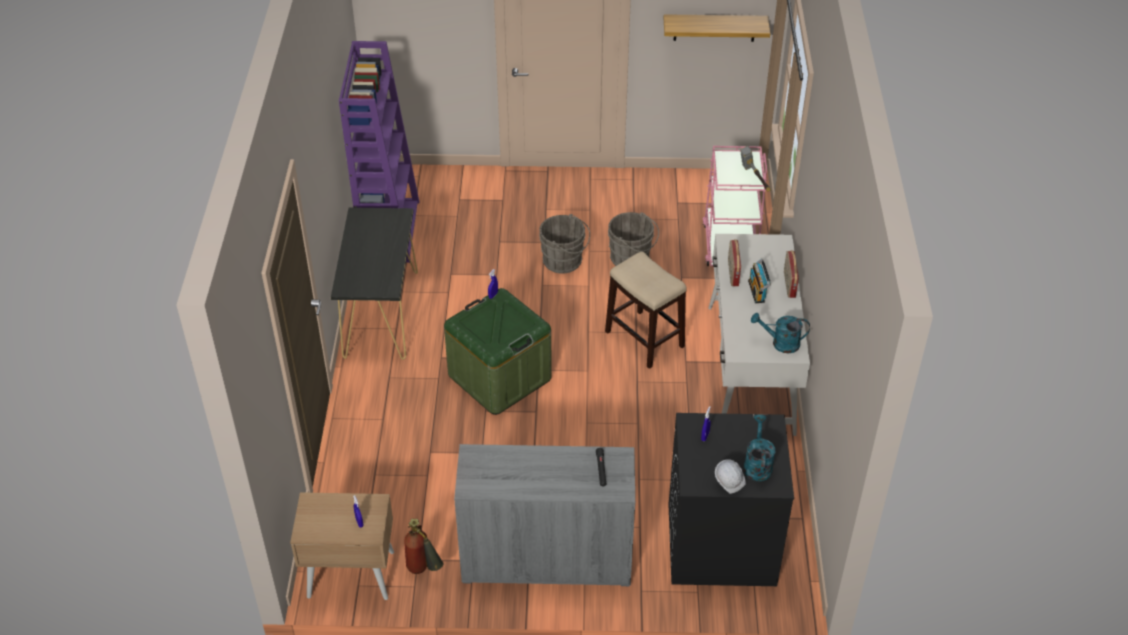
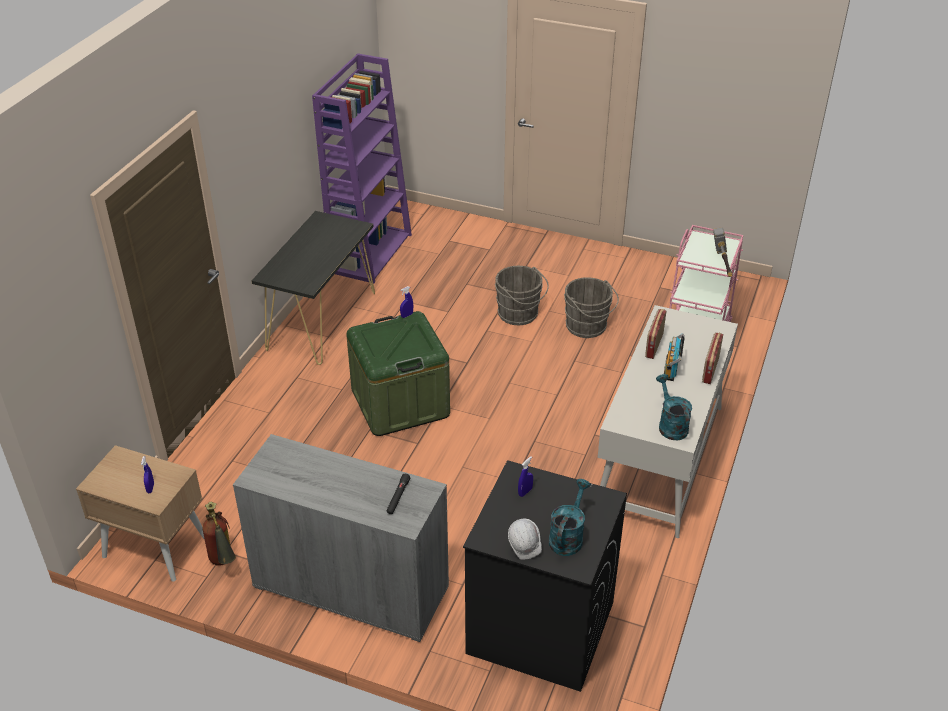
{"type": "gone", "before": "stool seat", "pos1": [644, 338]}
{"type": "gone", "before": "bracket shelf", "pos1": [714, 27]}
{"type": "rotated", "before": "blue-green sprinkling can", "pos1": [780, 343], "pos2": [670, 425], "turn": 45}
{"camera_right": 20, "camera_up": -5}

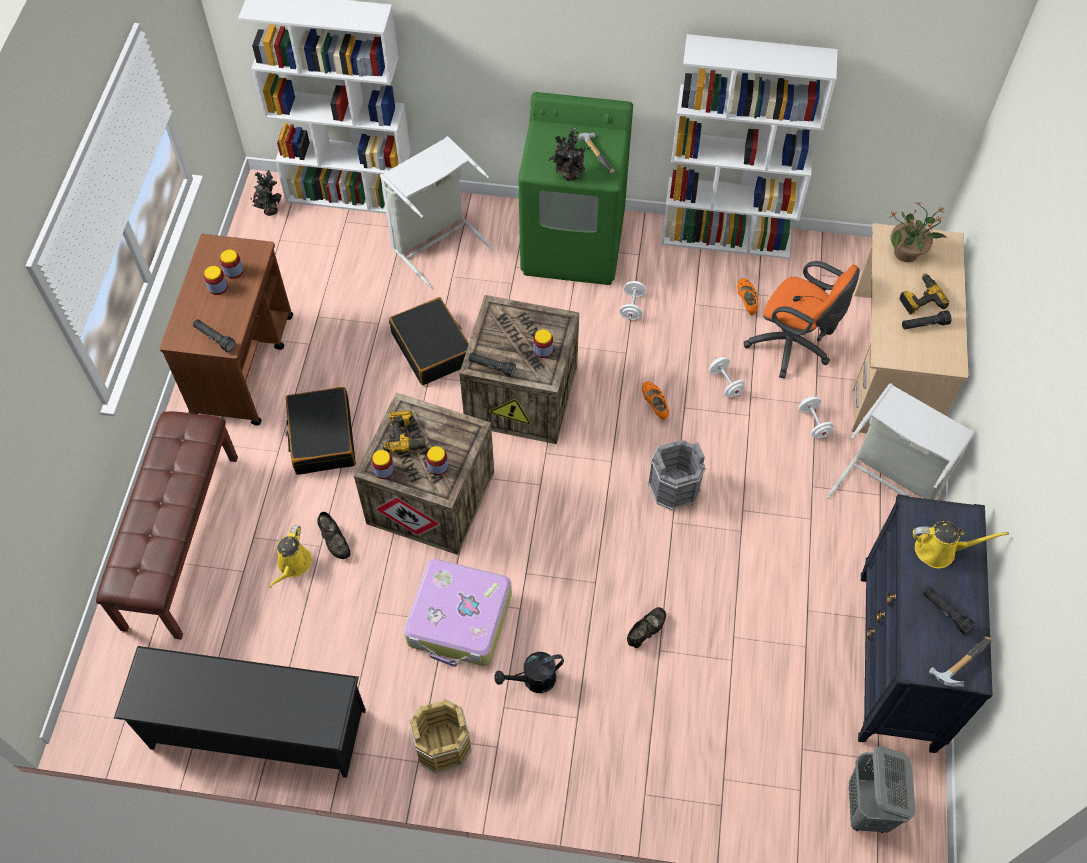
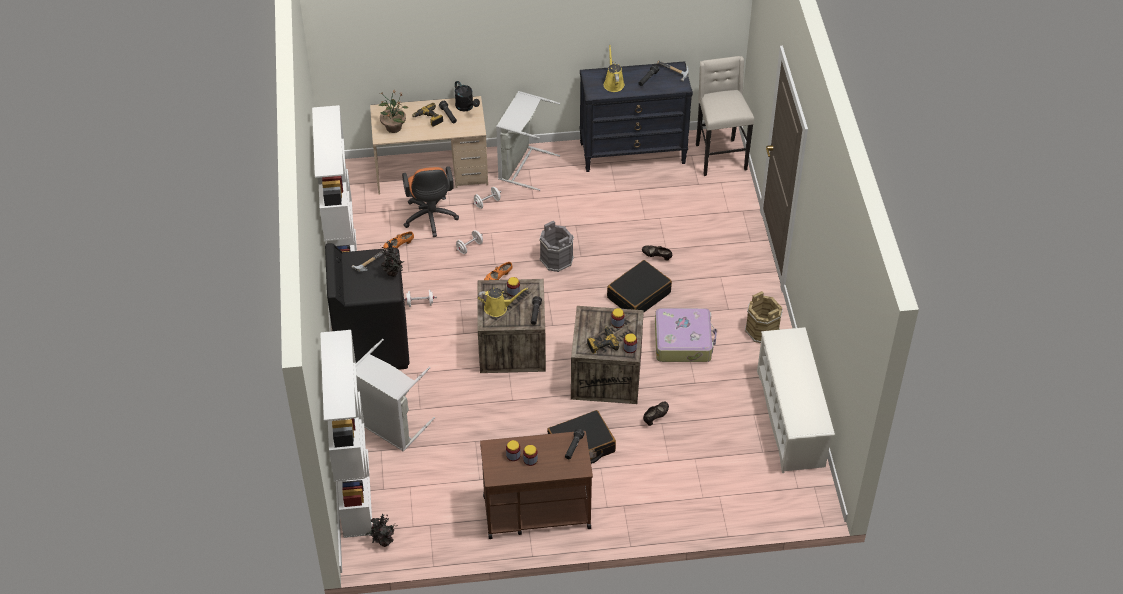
{"type": "gone", "before": "brown-coloured bench", "pos1": [180, 540]}
{"type": "repainted", "before": "black-coloured shoe rack", "after": "white shoe rack", "pos1": [256, 729], "pos2": [791, 419]}
{"type": "shifted", "before": "yellowish sprinkling can", "pos1": [293, 565], "pos2": [498, 308]}
{"type": "shifted", "before": "black-coloured suitcase", "pos1": [432, 348], "pos2": [638, 295]}
{"type": "shifted", "before": "black-coloured sprinkling can", "pos1": [533, 680], "pos2": [466, 107]}
{"type": "repainted", "before": "greenish laundry machine", "after": "black-coloured laundry machine", "pos1": [573, 245], "pos2": [372, 345]}
{"type": "rotated", "before": "orange computer chair", "pos1": [792, 347], "pos2": [430, 219], "turn": 150}
{"type": "swapped", "before": "gray washing basket", "after": "beige-coloured stool seat", "pos1": [867, 809], "pos2": [719, 157]}
{"camera_right": -105, "camera_up": -10}

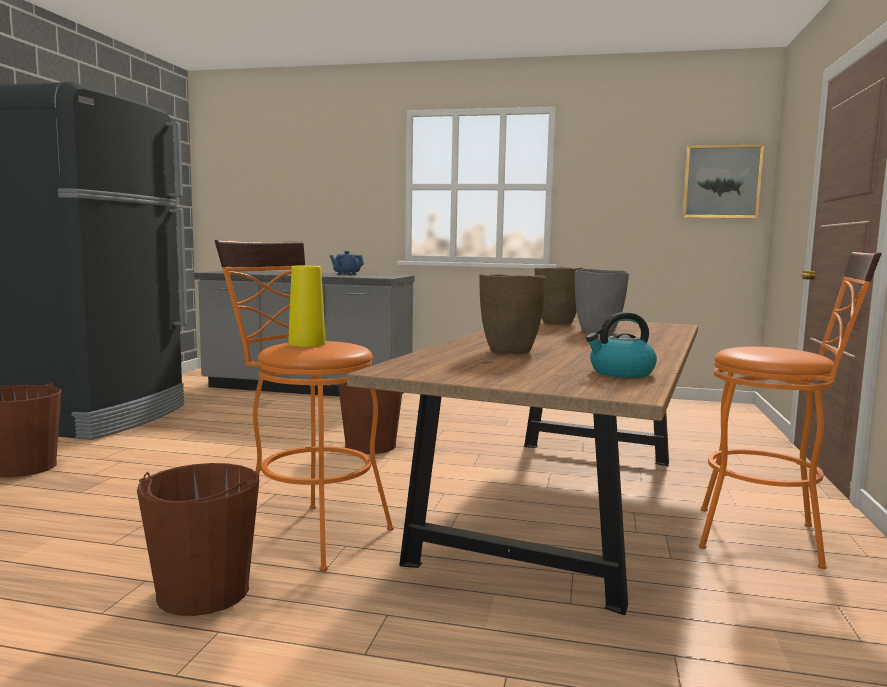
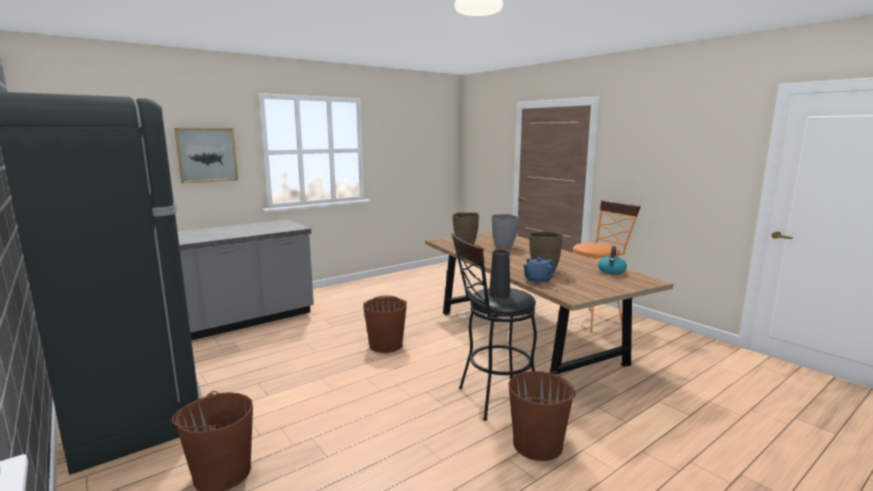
{"type": "repainted", "before": "orange stool seat", "after": "black-coloured stool seat", "pos1": [307, 532], "pos2": [492, 399]}
{"type": "repainted", "before": "yellowish decorative vase", "after": "black-coloured decorative vase", "pos1": [307, 344], "pos2": [499, 294]}
{"type": "shifted", "before": "blue-coloured tea pot", "pos1": [346, 274], "pos2": [538, 281]}
{"type": "shifted", "before": "picture", "pos1": [721, 182], "pos2": [207, 155]}
{"camera_right": -50, "camera_up": 5}

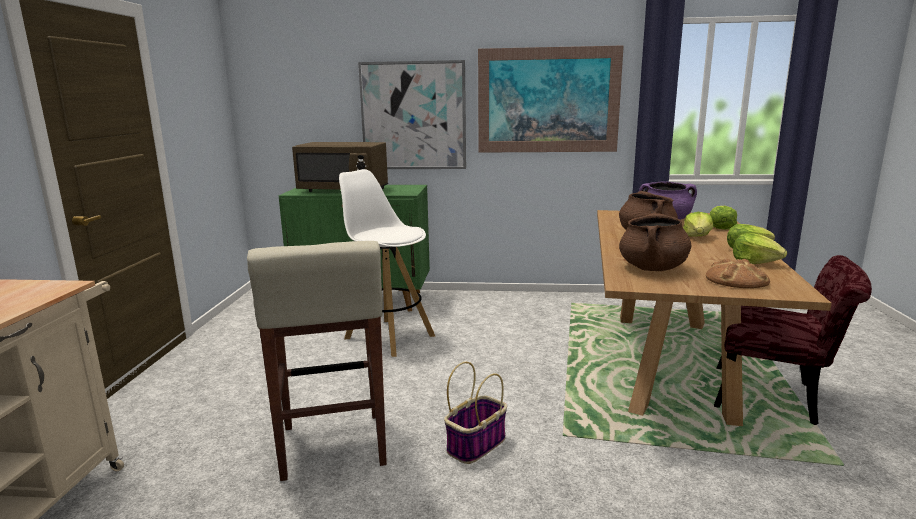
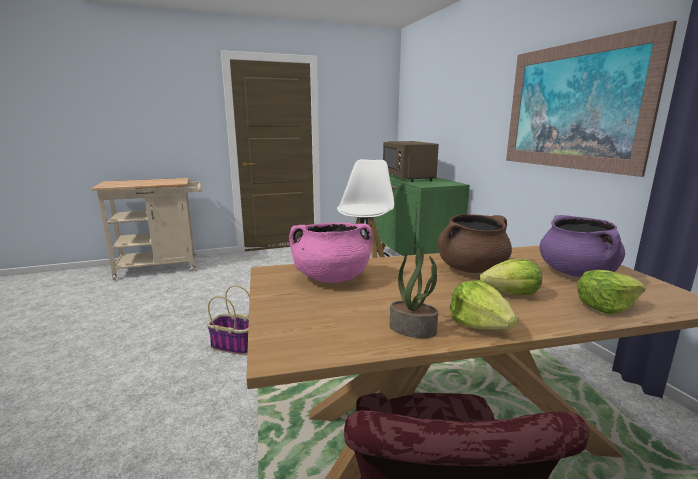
{"type": "gone", "before": "beige-coloured stool seat", "pos1": [333, 447]}
{"type": "gone", "before": "picture", "pos1": [413, 116]}
{"type": "repainted", "before": "brown-coloured stockpot", "after": "pink-coloured stockpot", "pos1": [652, 268], "pos2": [331, 278]}
{"type": "gone", "before": "bread", "pos1": [736, 280]}
{"type": "swapped", "before": "head of lettuce", "after": "houseplant", "pos1": [755, 262], "pos2": [413, 329]}
{"camera_right": 65, "camera_up": 0}

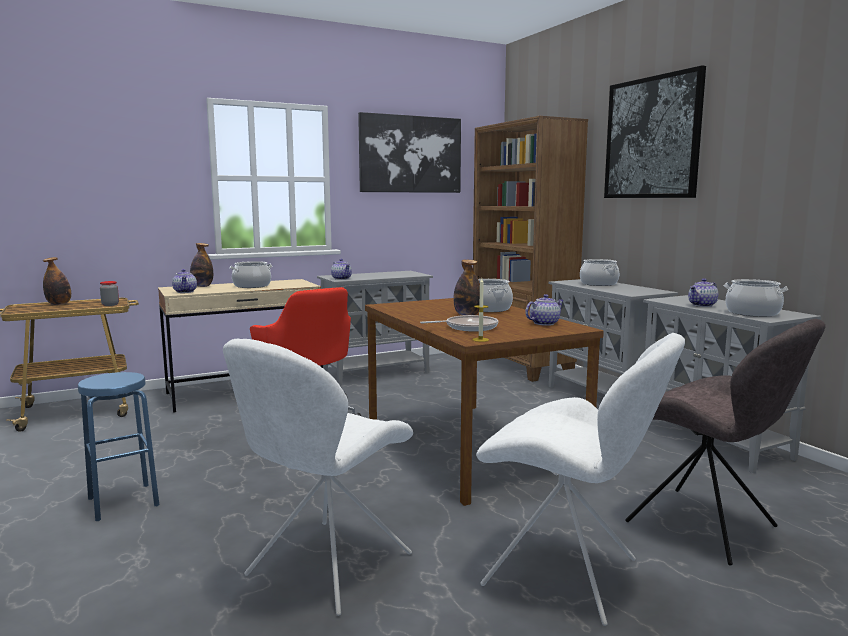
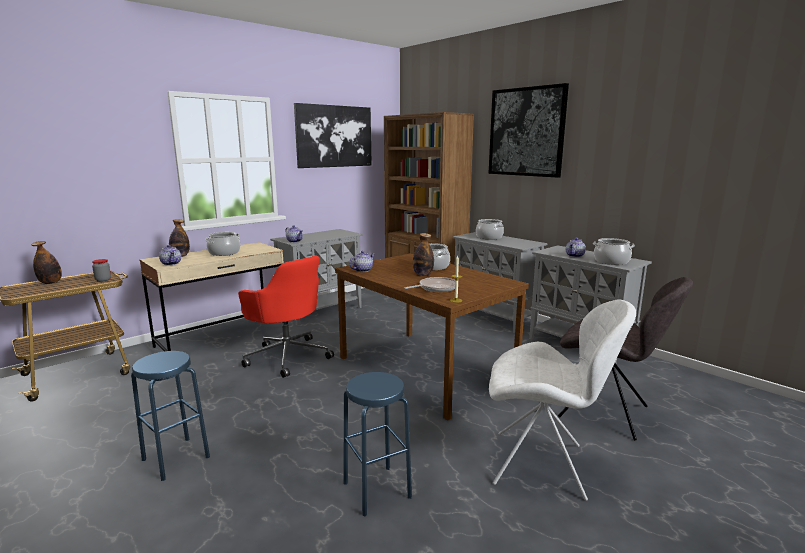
{"type": "swapped", "before": "white chair", "after": "blue-coloured stool seat", "pos1": [325, 567], "pos2": [376, 490]}
{"type": "shifted", "before": "tea pot", "pos1": [544, 323], "pos2": [362, 270]}
{"camera_right": -15, "camera_up": 5}

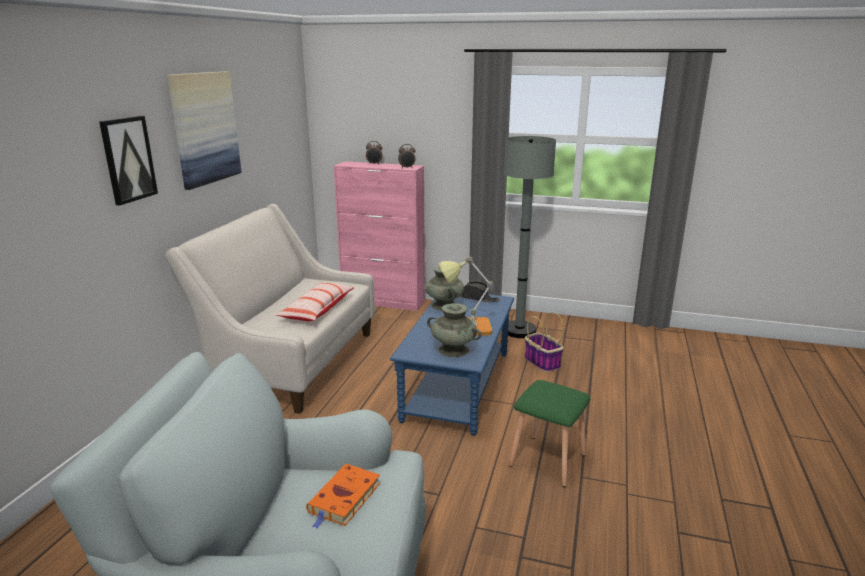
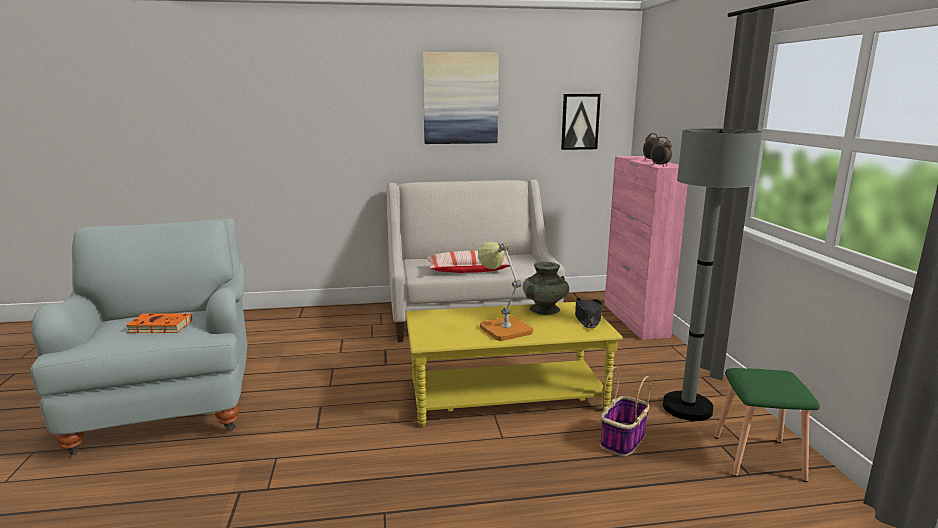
{"type": "shifted", "before": "picture", "pos1": [128, 159], "pos2": [580, 121]}
{"type": "repainted", "before": "blue-coloured low table", "after": "yellowish low table", "pos1": [457, 386], "pos2": [507, 397]}
{"type": "gone", "before": "blue-green decorative vase", "pos1": [453, 350]}
{"type": "shifted", "before": "greenish stool seat", "pos1": [546, 460], "pos2": [756, 457]}
{"camera_right": 65, "camera_up": -5}

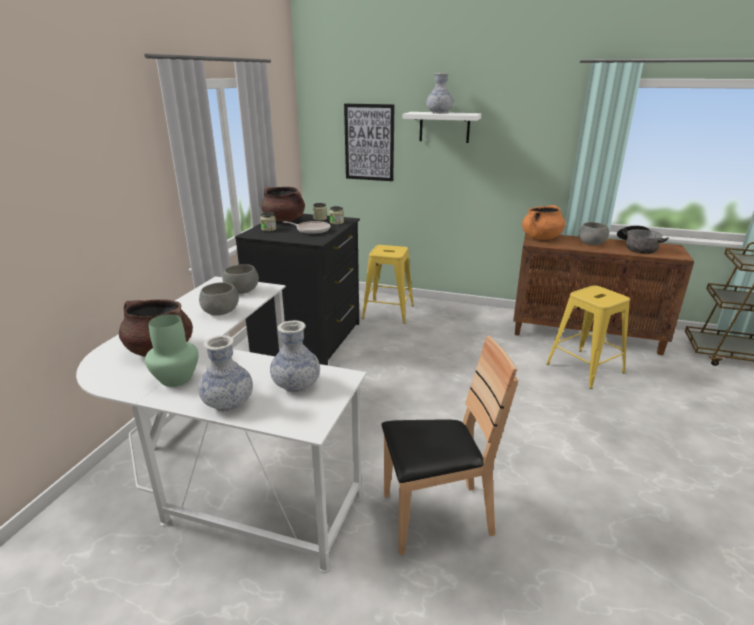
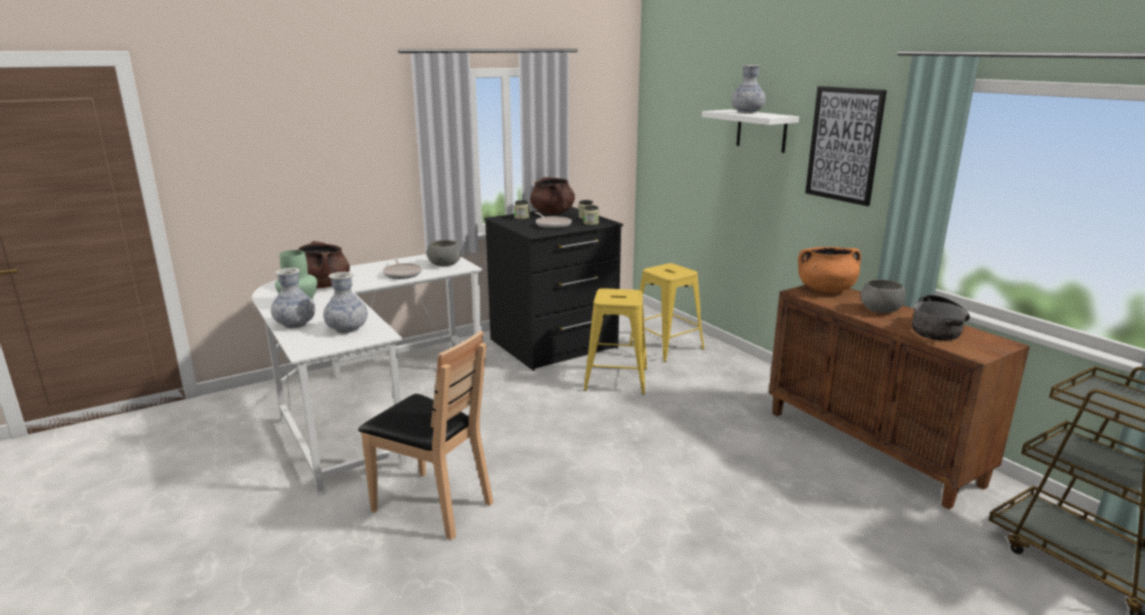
{"type": "swapped", "before": "gray bowl", "after": "pan", "pos1": [220, 311], "pos2": [402, 273]}
{"type": "shifted", "before": "picture", "pos1": [369, 142], "pos2": [844, 145]}
{"type": "shifted", "before": "yellowish stool seat", "pos1": [585, 368], "pos2": [616, 379]}
{"camera_right": 40, "camera_up": -5}

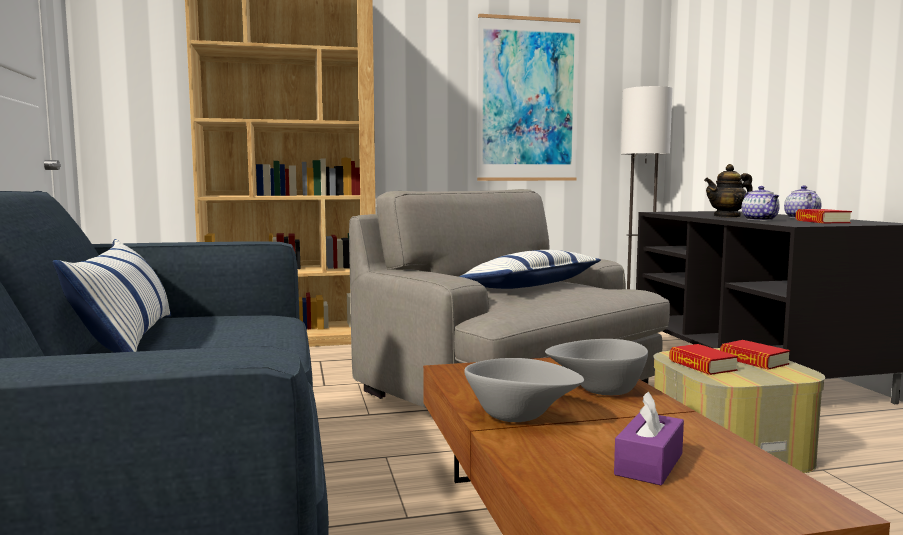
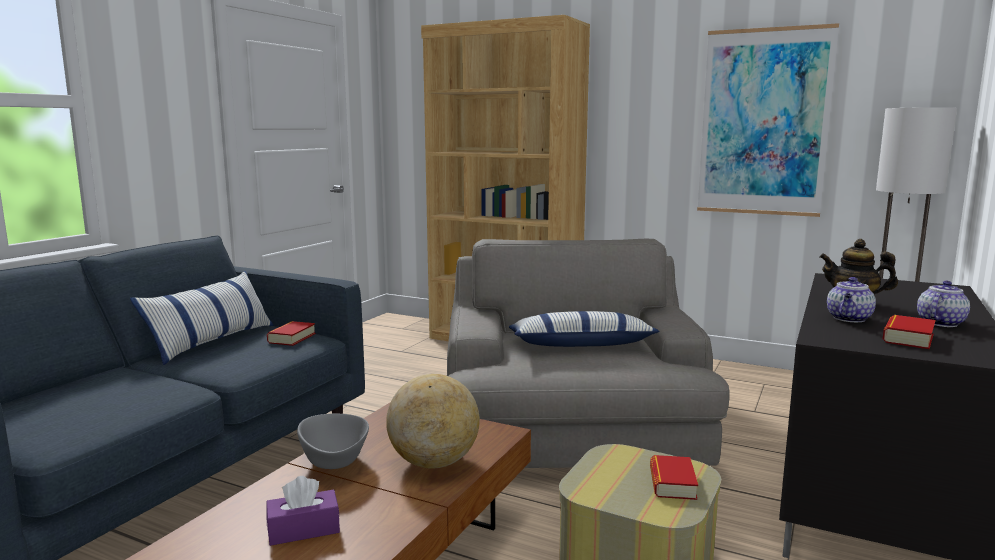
{"type": "swapped", "before": "gray bowl", "after": "world globe", "pos1": [598, 390], "pos2": [434, 463]}
{"type": "shifted", "before": "book", "pos1": [702, 365], "pos2": [292, 338]}
{"camera_right": 40, "camera_up": 5}

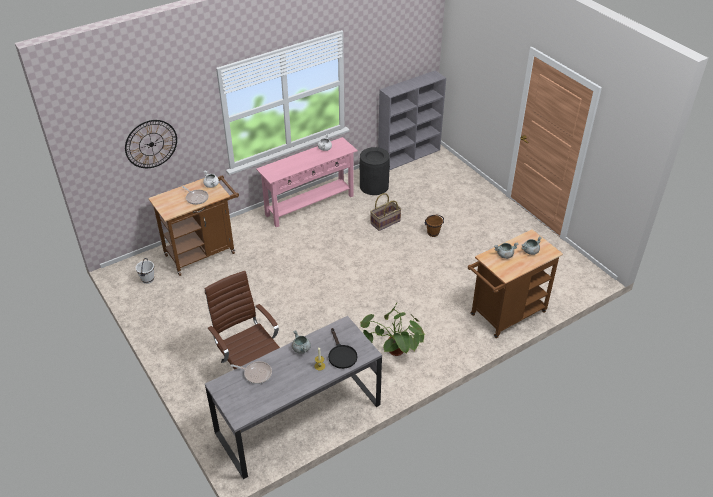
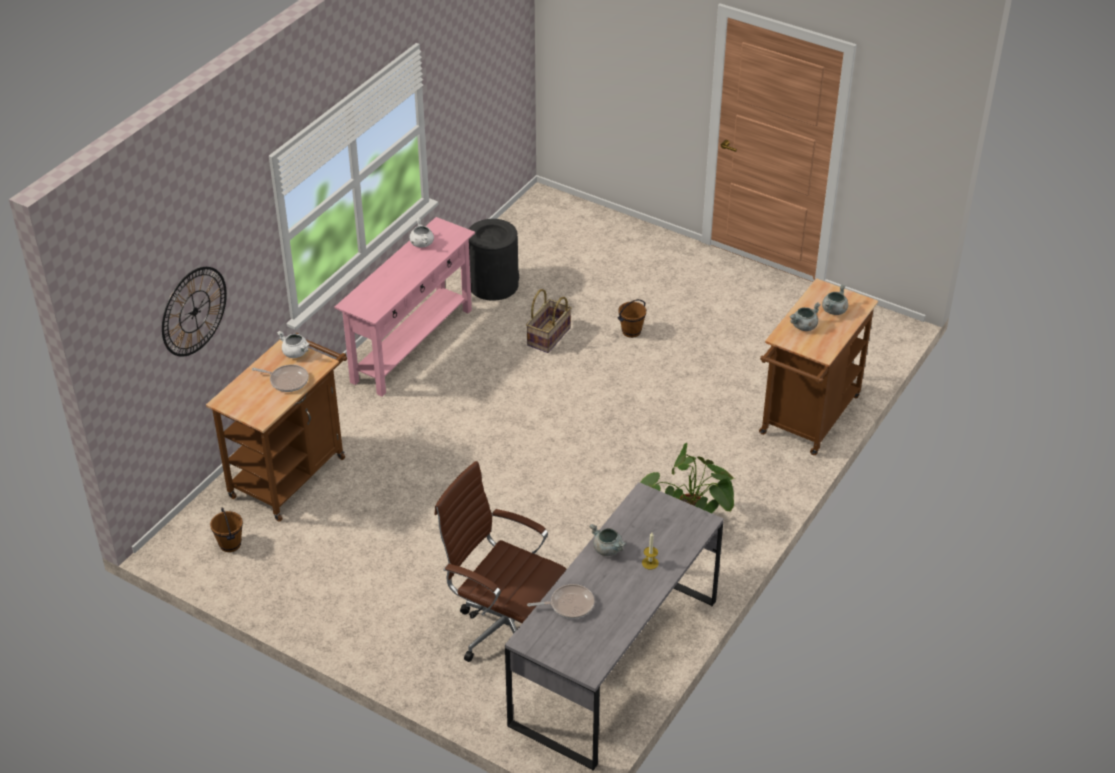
{"type": "repainted", "before": "white pail", "after": "brown-coloured pail", "pos1": [147, 279], "pos2": [229, 544]}
{"type": "gone", "before": "black-coloured pan", "pos1": [341, 355]}
{"type": "gone", "before": "gray shelving unit", "pos1": [409, 156]}
{"camera_right": -25, "camera_up": 0}

